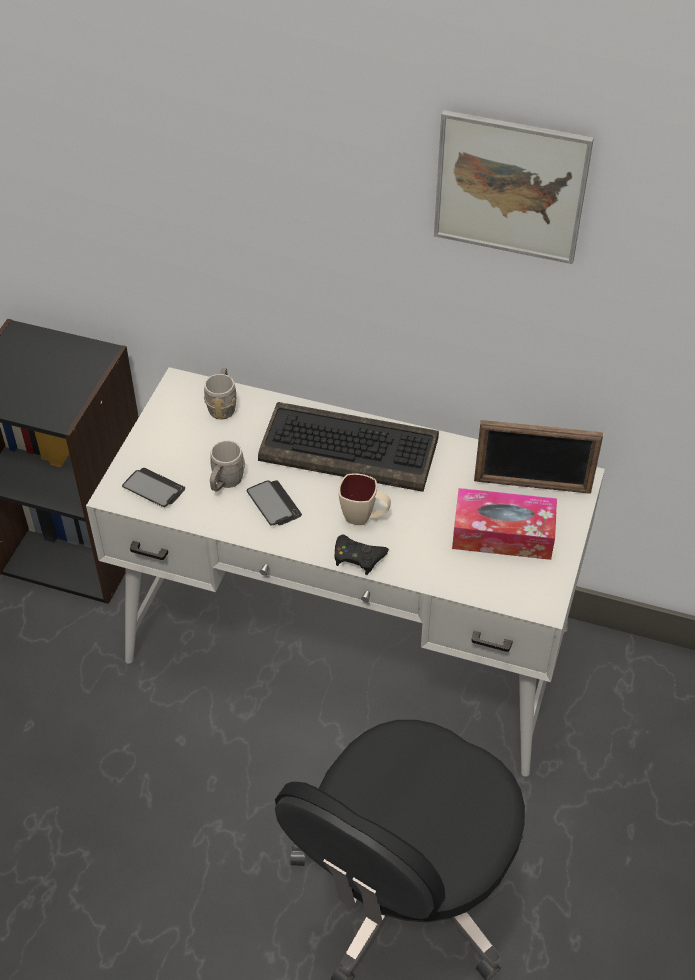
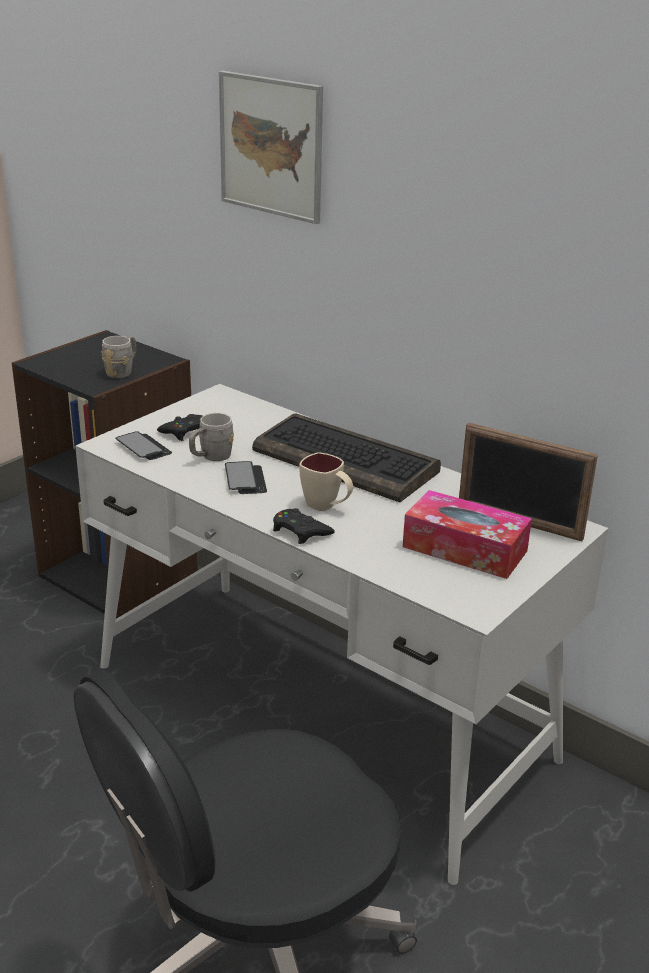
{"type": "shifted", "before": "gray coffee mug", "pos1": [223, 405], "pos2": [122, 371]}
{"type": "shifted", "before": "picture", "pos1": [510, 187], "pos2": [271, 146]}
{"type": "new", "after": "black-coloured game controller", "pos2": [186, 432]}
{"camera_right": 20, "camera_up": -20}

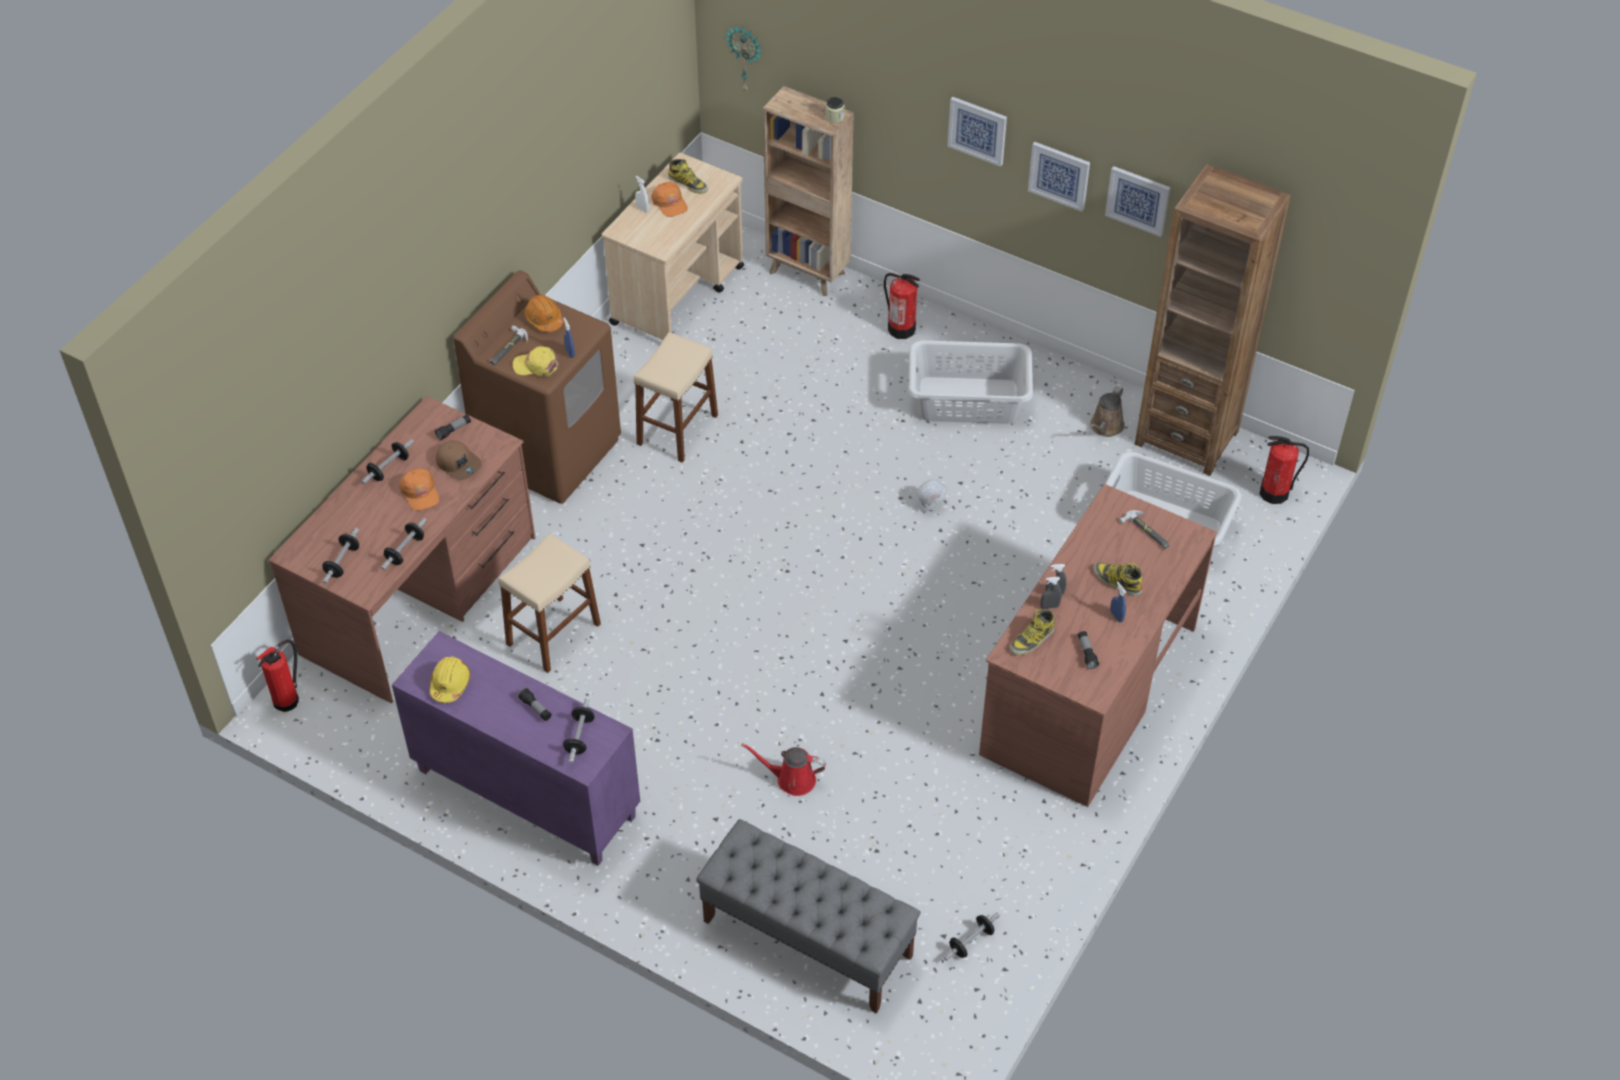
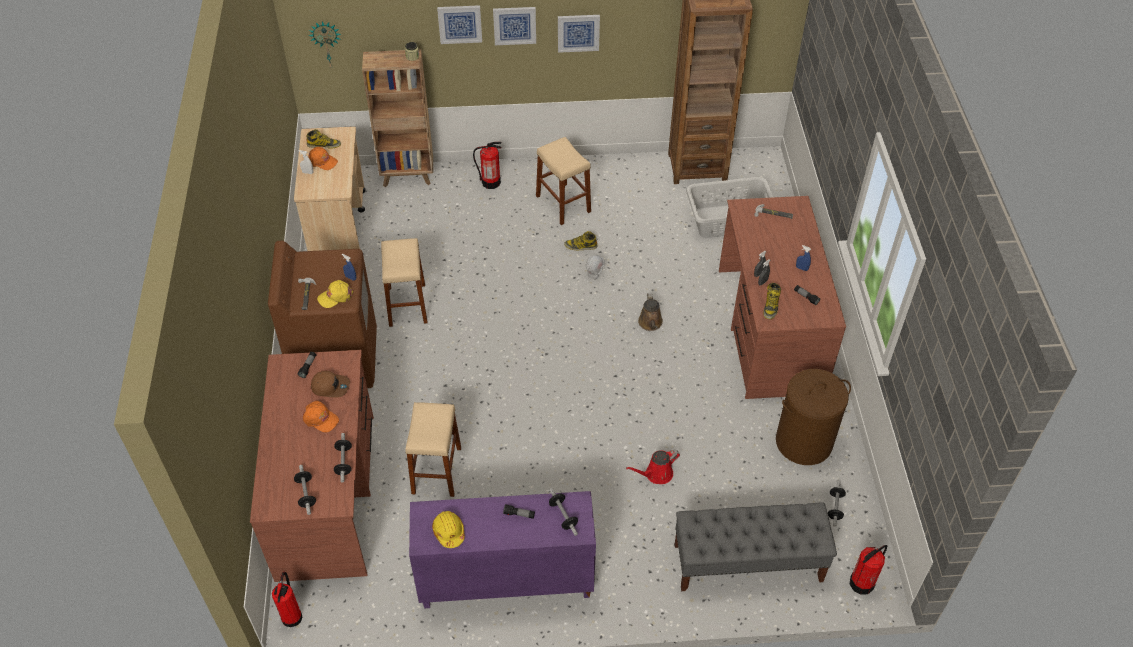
{"type": "gone", "before": "free weight", "pos1": [389, 468]}
{"type": "gone", "before": "orange safety helmet", "pos1": [544, 319]}
{"type": "swapped", "before": "gray washing basket", "after": "beige-coloured stool seat", "pos1": [967, 400], "pos2": [563, 204]}
{"type": "shifted", "before": "brown-coloured sprinkling can", "pos1": [1105, 427], "pos2": [650, 323]}
{"type": "shifted", "before": "tall boot", "pos1": [1117, 581], "pos2": [580, 246]}
{"type": "shifted", "before": "picture", "pos1": [1138, 200], "pos2": [460, 24]}
{"type": "shifted", "before": "extinguisher", "pos1": [1274, 493], "pos2": [862, 583]}
{"type": "new", "after": "brown-coloured washing basket", "pos2": [804, 441]}
{"camera_right": -35, "camera_up": 0}

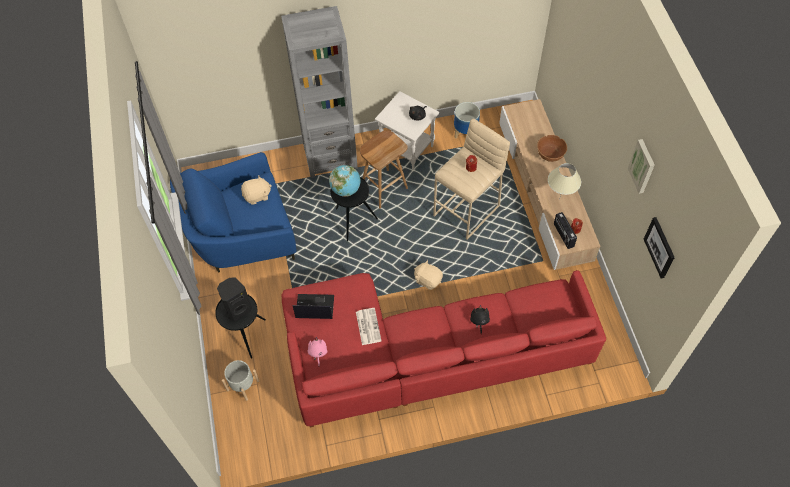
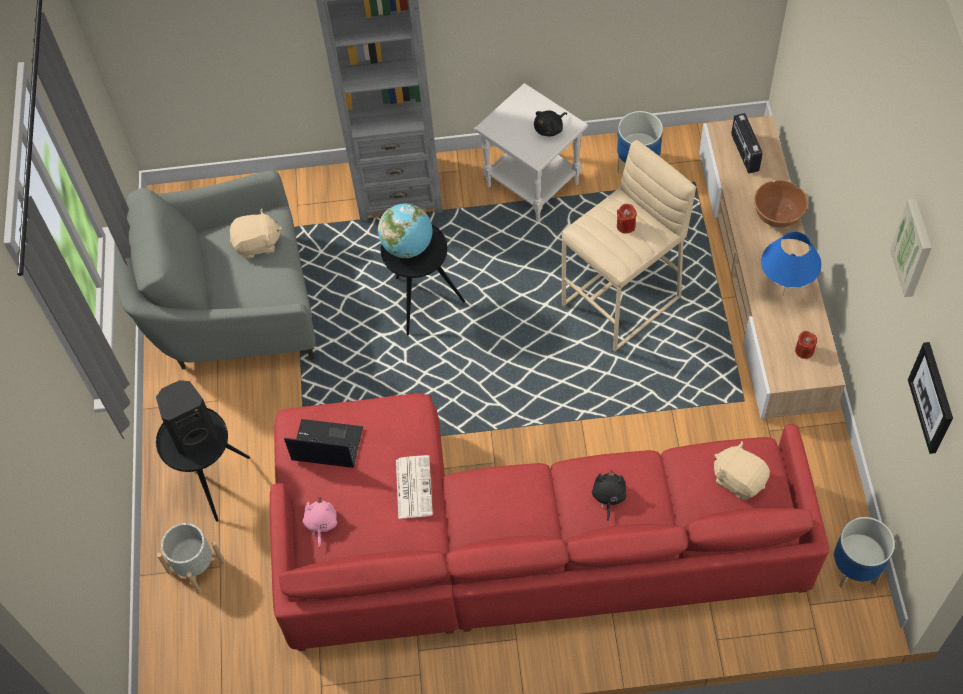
{"type": "repainted", "before": "blue-coloured lounge chair", "after": "gray lounge chair", "pos1": [242, 236], "pos2": [232, 311]}
{"type": "gone", "before": "brown-coloured stool seat", "pos1": [384, 188]}
{"type": "shifted", "before": "beige-coloured soft toy", "pos1": [428, 279], "pos2": [739, 479]}
{"type": "repainted", "before": "beige-coloured lamp for a table", "after": "blue-coloured lamp for a table", "pos1": [559, 199], "pos2": [783, 295]}
{"type": "shifted", "before": "radio receiver", "pos1": [563, 235], "pos2": [744, 153]}
{"type": "new", "after": "planter", "pos2": [855, 568]}
{"camera_right": 10, "camera_up": 0}

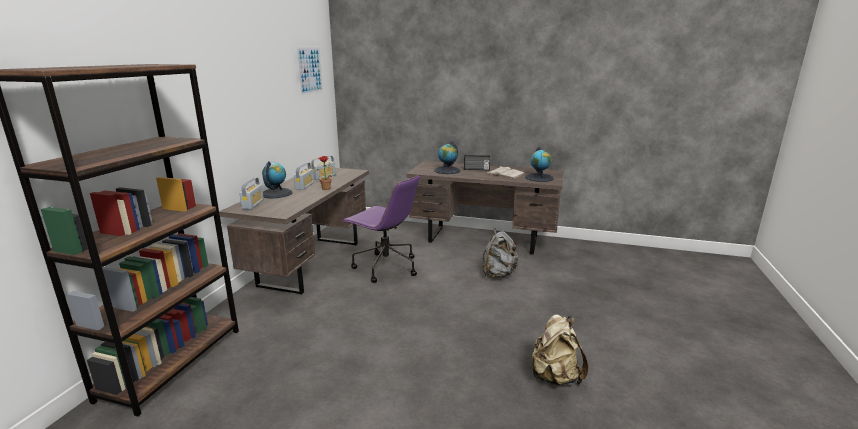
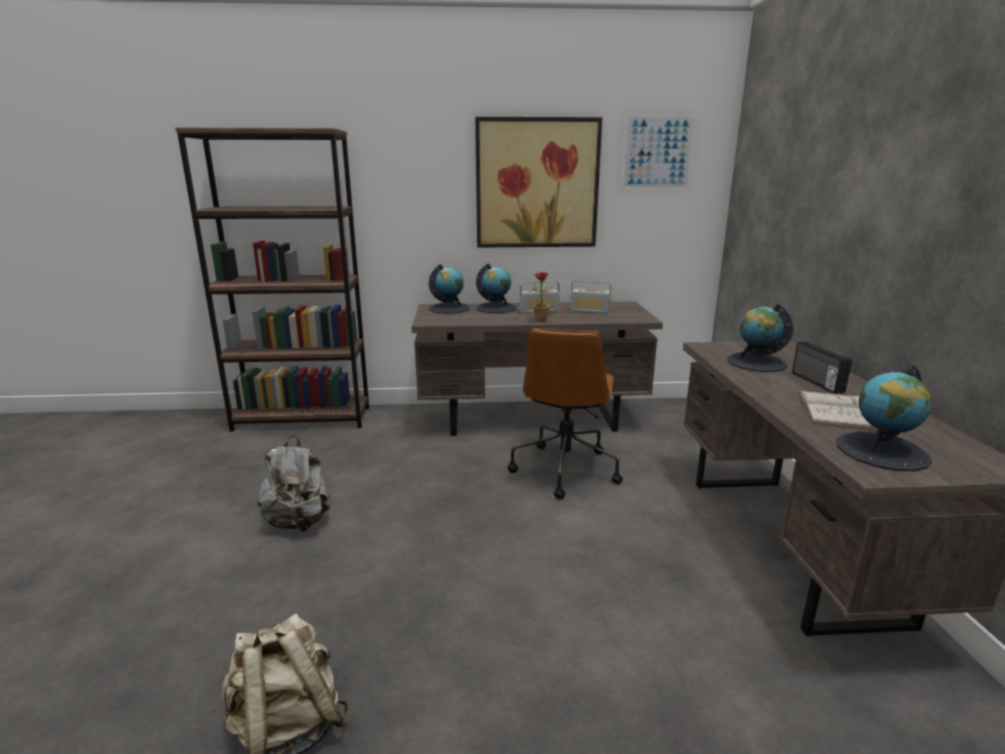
{"type": "swapped", "before": "radio receiver", "after": "world globe", "pos1": [253, 204], "pos2": [449, 308]}
{"type": "repainted", "before": "purplish computer chair", "after": "brown-coloured computer chair", "pos1": [385, 267], "pos2": [564, 469]}
{"type": "shifted", "before": "gray knapsack", "pos1": [498, 274], "pos2": [299, 522]}
{"type": "new", "after": "picture", "pos2": [537, 184]}
{"camera_right": 70, "camera_up": 0}

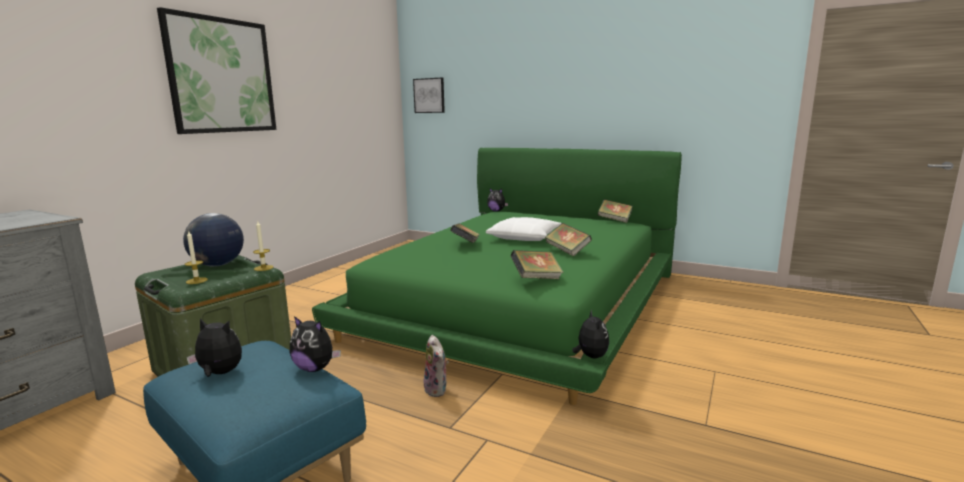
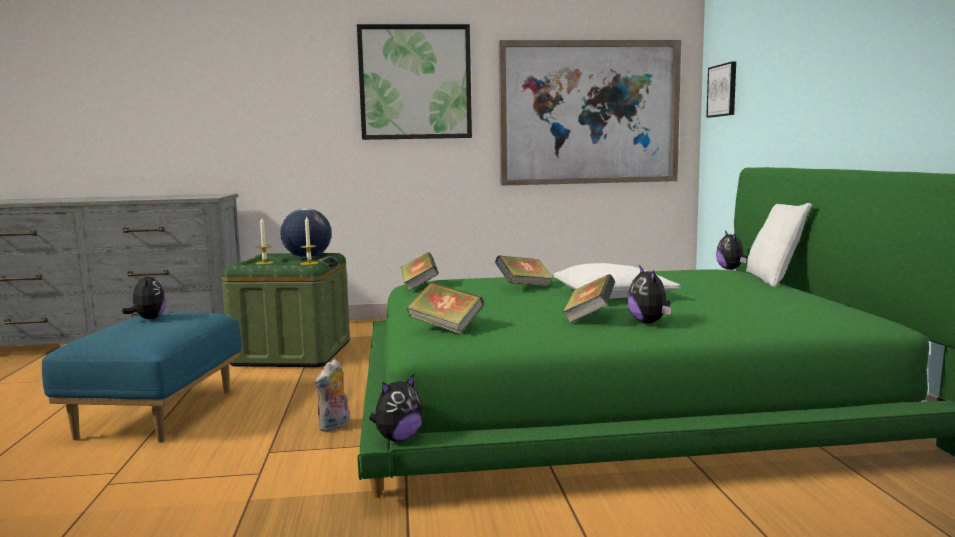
{"type": "shifted", "before": "soft toy", "pos1": [315, 368], "pos2": [649, 322]}
{"type": "shifted", "before": "book", "pos1": [614, 220], "pos2": [419, 286]}
{"type": "new", "after": "picture", "pos2": [588, 113]}
{"type": "new", "after": "white throw pillow", "pos2": [773, 279]}
{"camera_right": 55, "camera_up": -5}

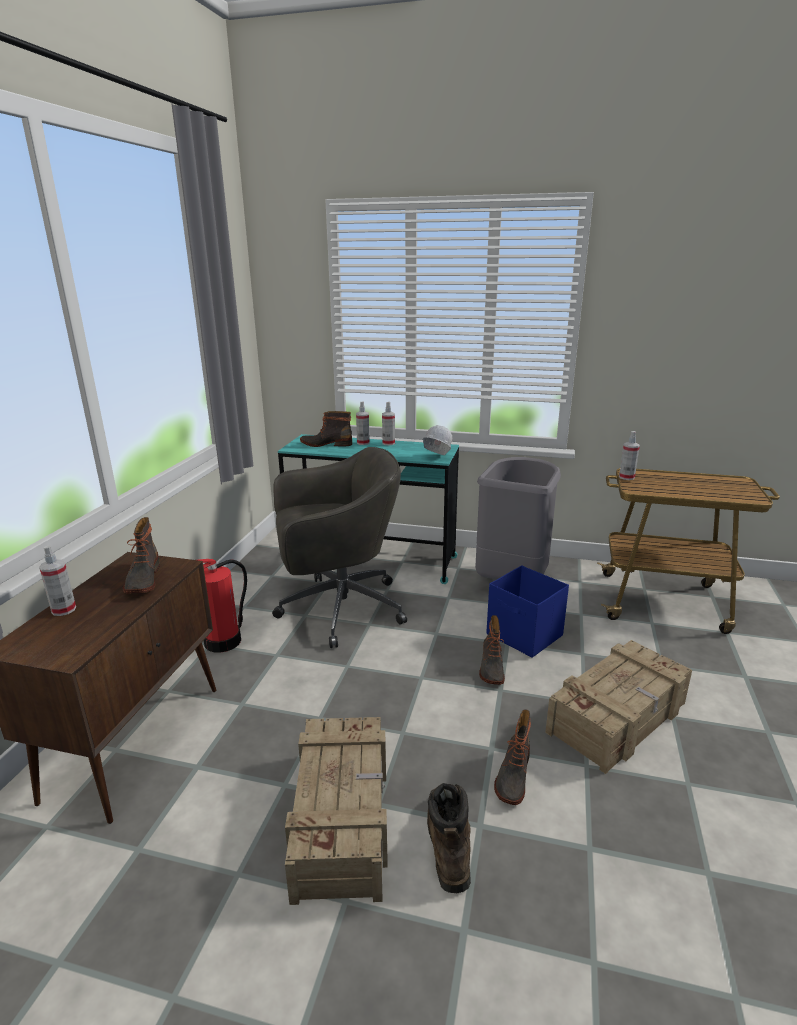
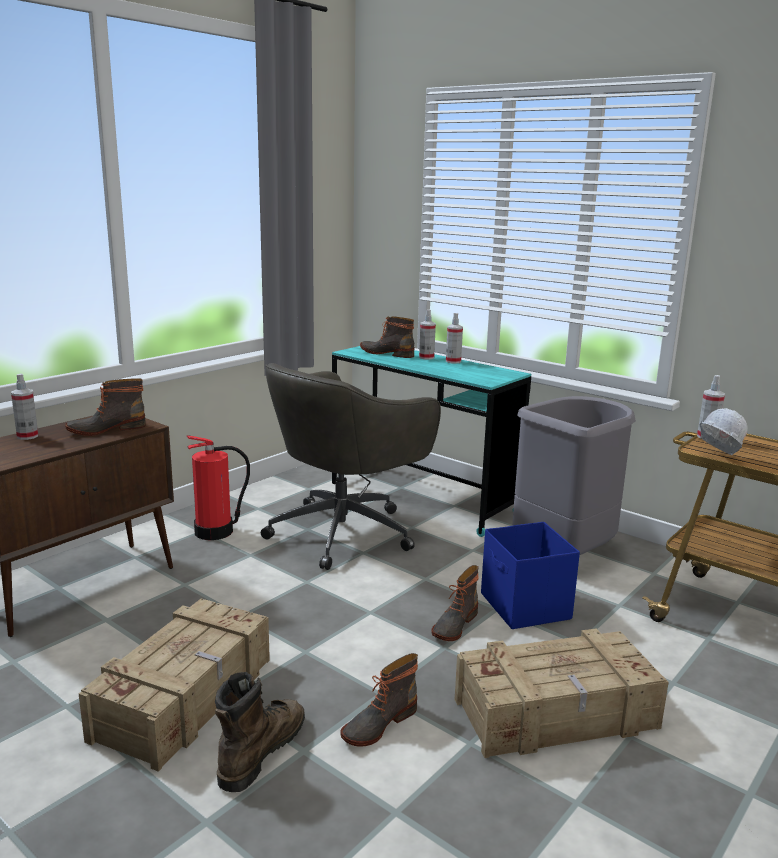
{"type": "rotated", "before": "tall boot", "pos1": [142, 579], "pos2": [106, 429], "turn": 45}
{"type": "rotated", "before": "gray computer chair", "pos1": [338, 609], "pos2": [345, 532], "turn": 120}
{"type": "shifted", "before": "white safety helmet", "pos1": [436, 458], "pos2": [716, 457]}
{"camera_right": 25, "camera_up": -5}

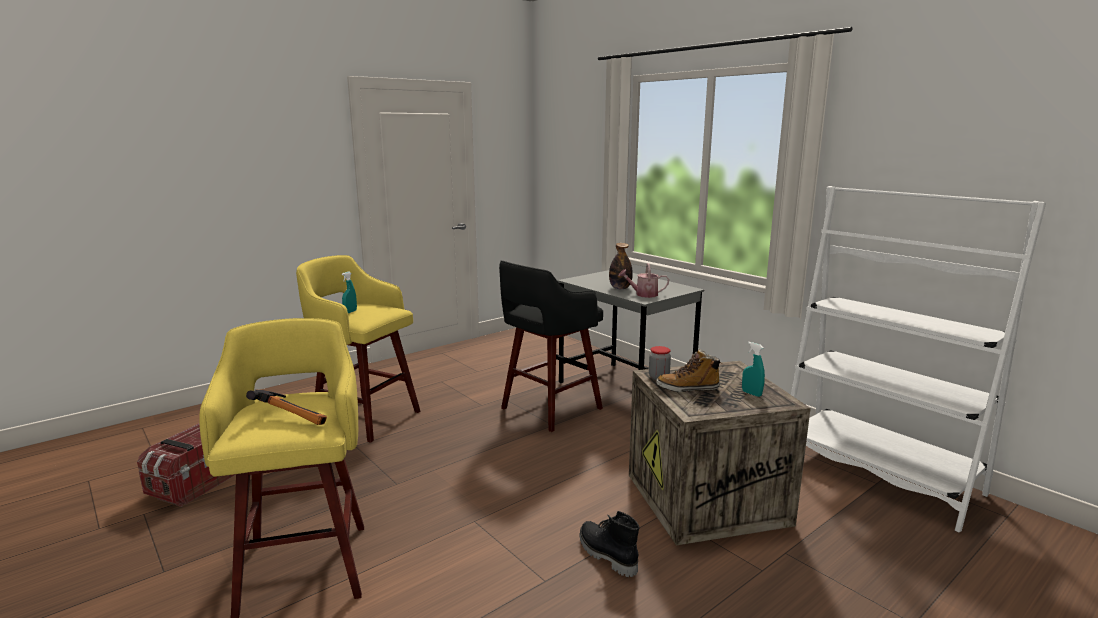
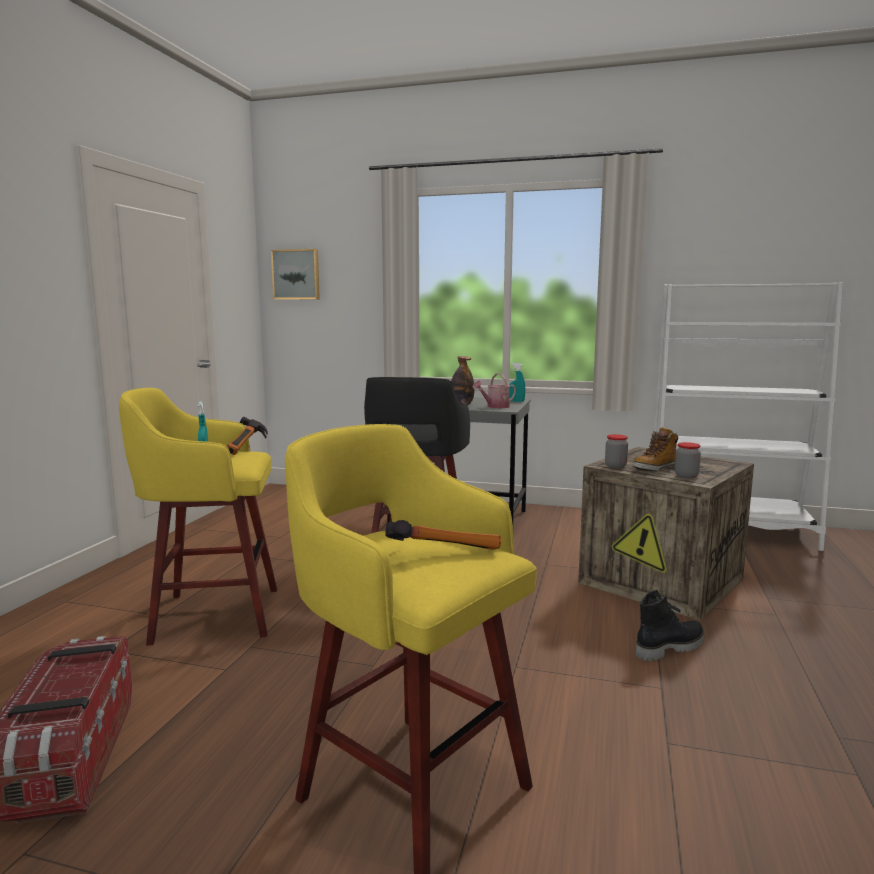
{"type": "rotated", "before": "black-coloured tall boot", "pos1": [606, 555], "pos2": [668, 648], "turn": 135}
{"type": "shifted", "before": "blue-green spray bottle", "pos1": [751, 393], "pos2": [516, 401]}
{"type": "new", "after": "hammer", "pos2": [248, 448]}
{"type": "new", "after": "picture", "pos2": [296, 274]}
{"type": "new", "after": "preserve jar", "pos2": [686, 476]}
{"camera_right": -35, "camera_up": -5}

